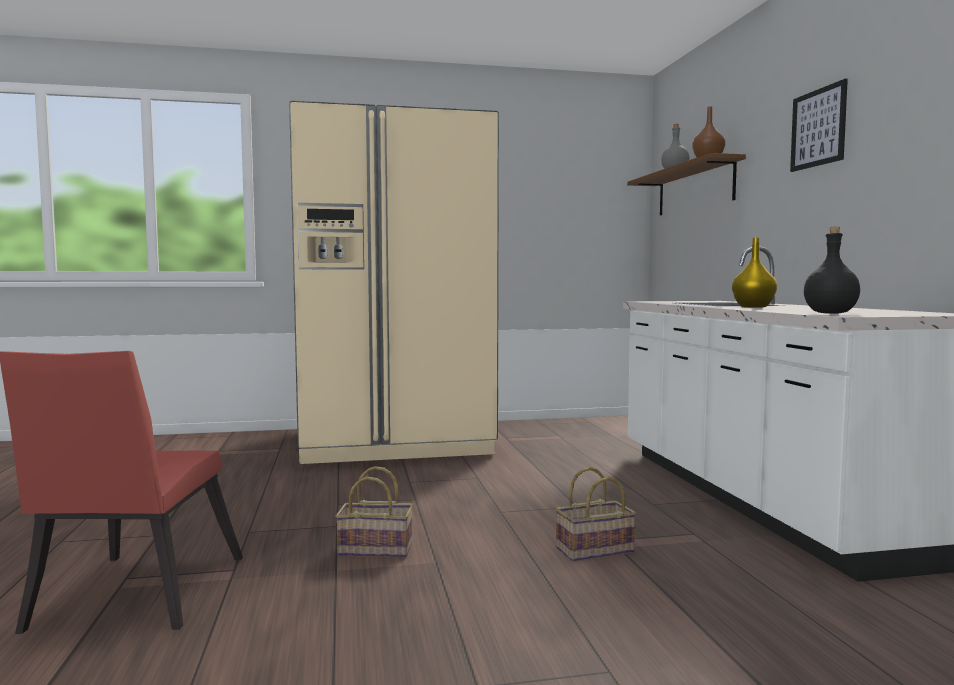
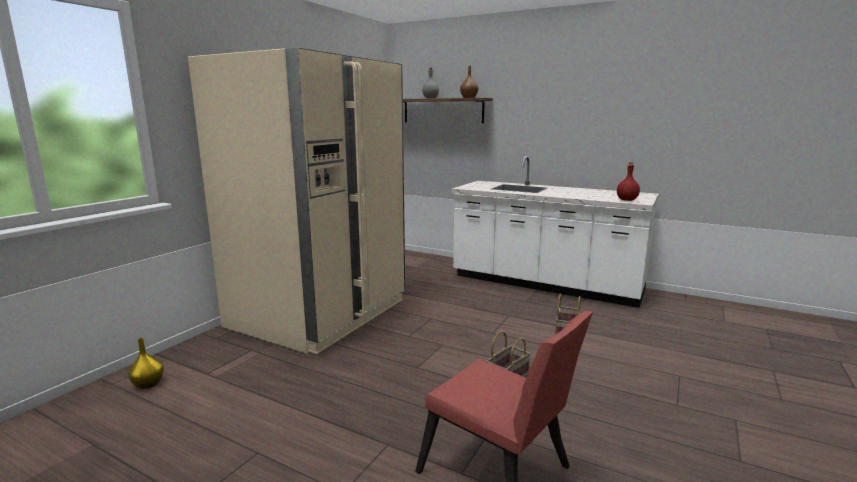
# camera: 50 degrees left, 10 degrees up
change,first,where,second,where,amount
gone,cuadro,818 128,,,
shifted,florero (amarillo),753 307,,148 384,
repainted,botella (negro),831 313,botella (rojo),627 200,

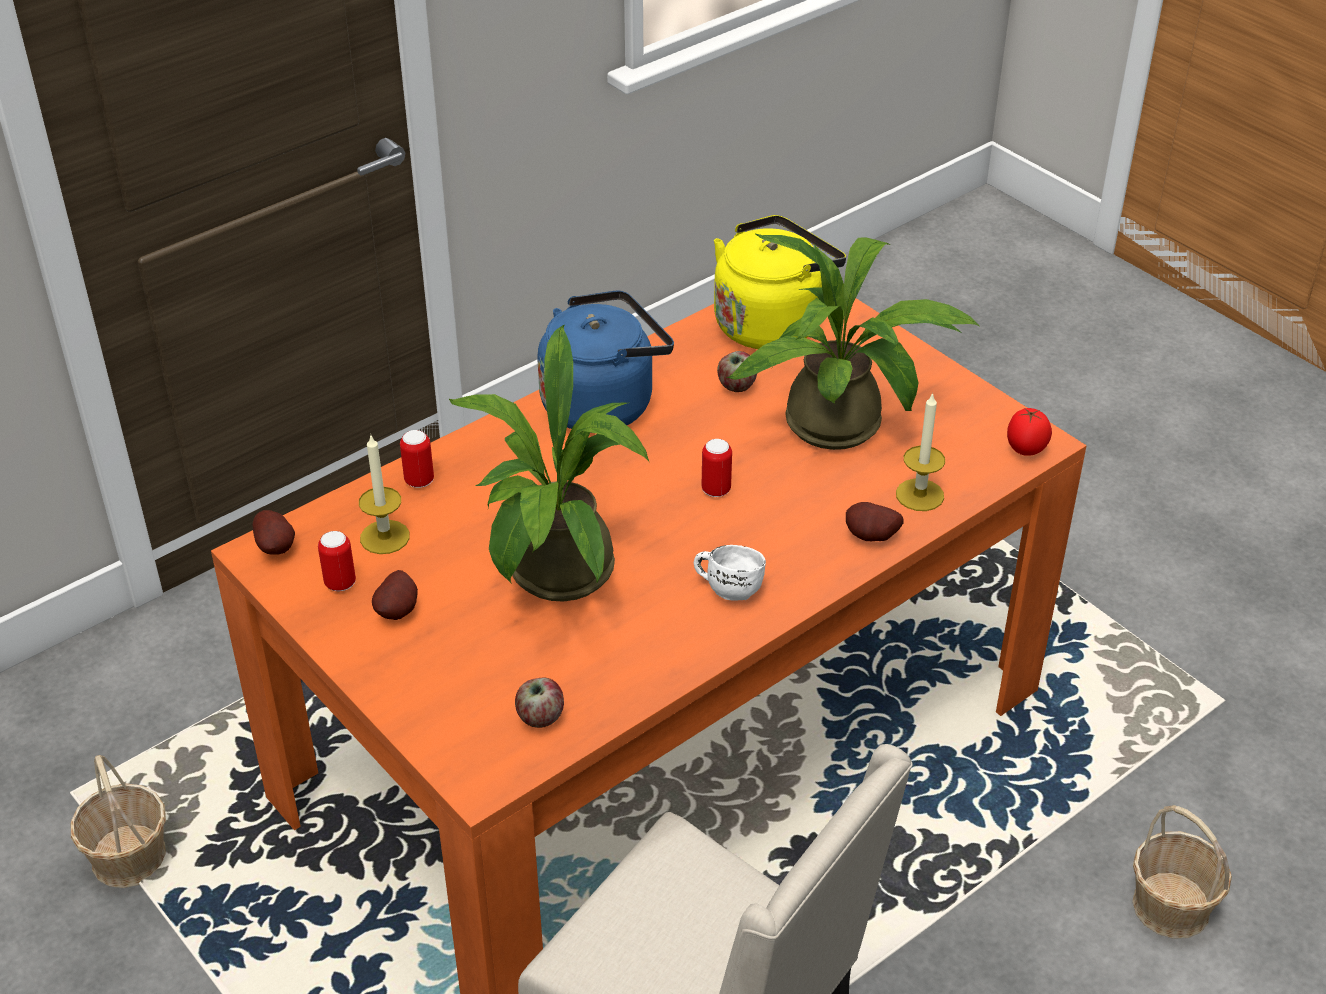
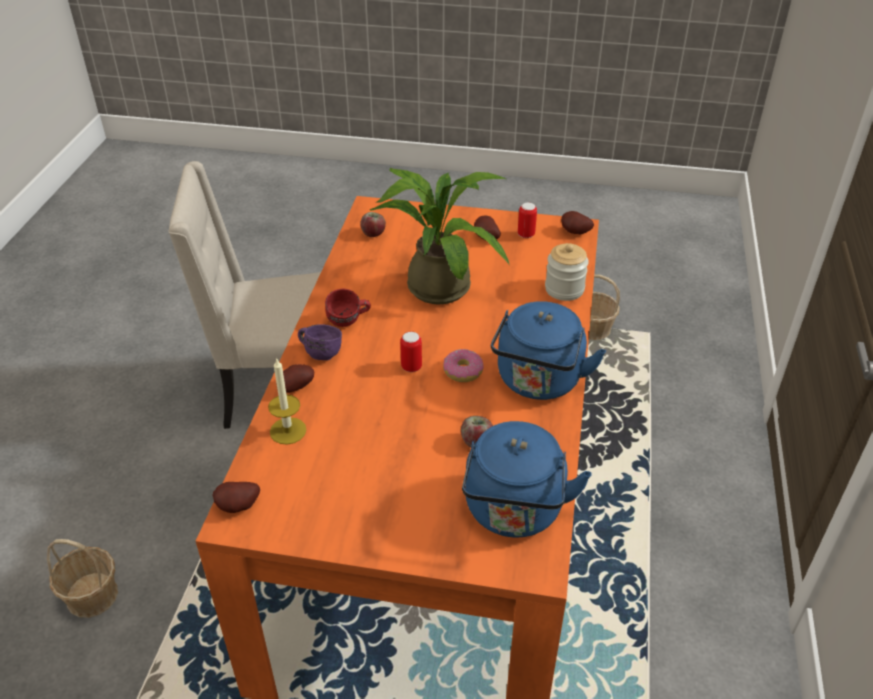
# camera: 140 degrees right, 0 degrees up
change,first,where,second,where,amount
gone,vela,385 537,,,
gone,planta en maceta,844 428,,,
new,,,taza grande (morado),320 352,
new,,,rosquilla,463 371,
swapped,lata,419 481,tarro,564 289,
swapped,tomate,1025 450,patata,239 507,
repainted,taza grande (blanco),728 587,taza grande (rojo),349 322,
repainted,hervidor (amarillo),771 323,hervidor (azul),514 512,

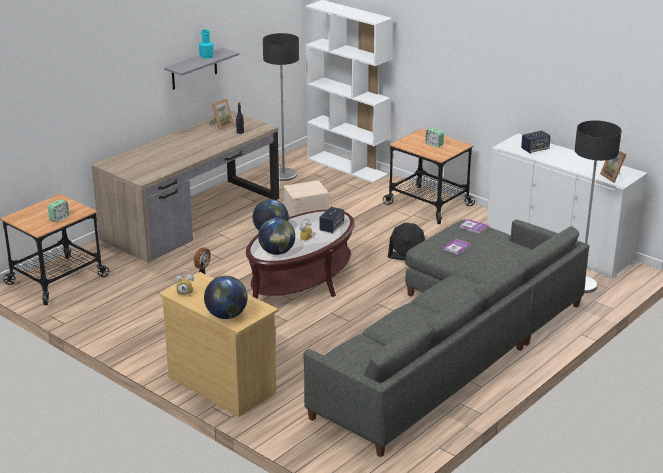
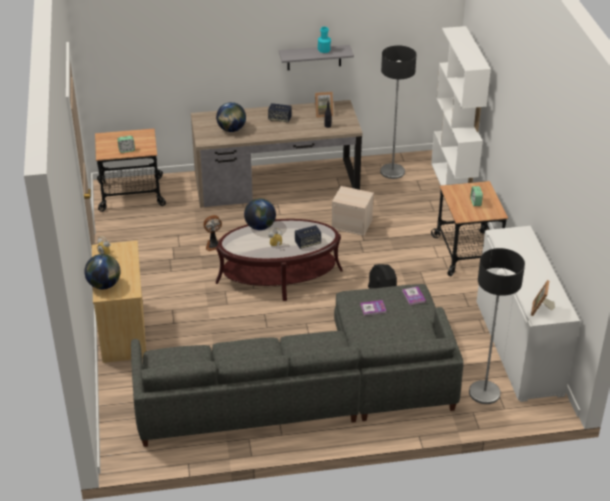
# camera: 40 degrees right, 10 degrees up
change,first,where,second,where,amount
shifted,globo terráqueo,277 252,,231 129,
shifted,altavoz,535 149,,279 119,

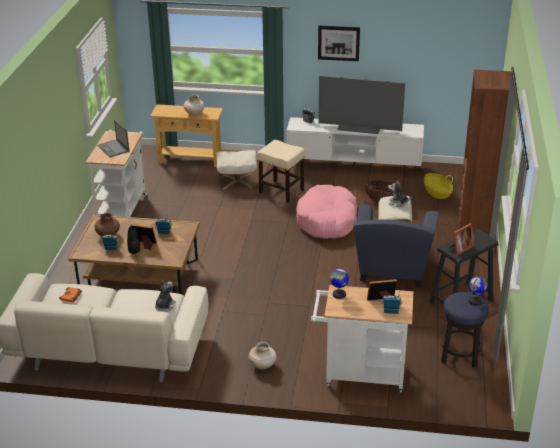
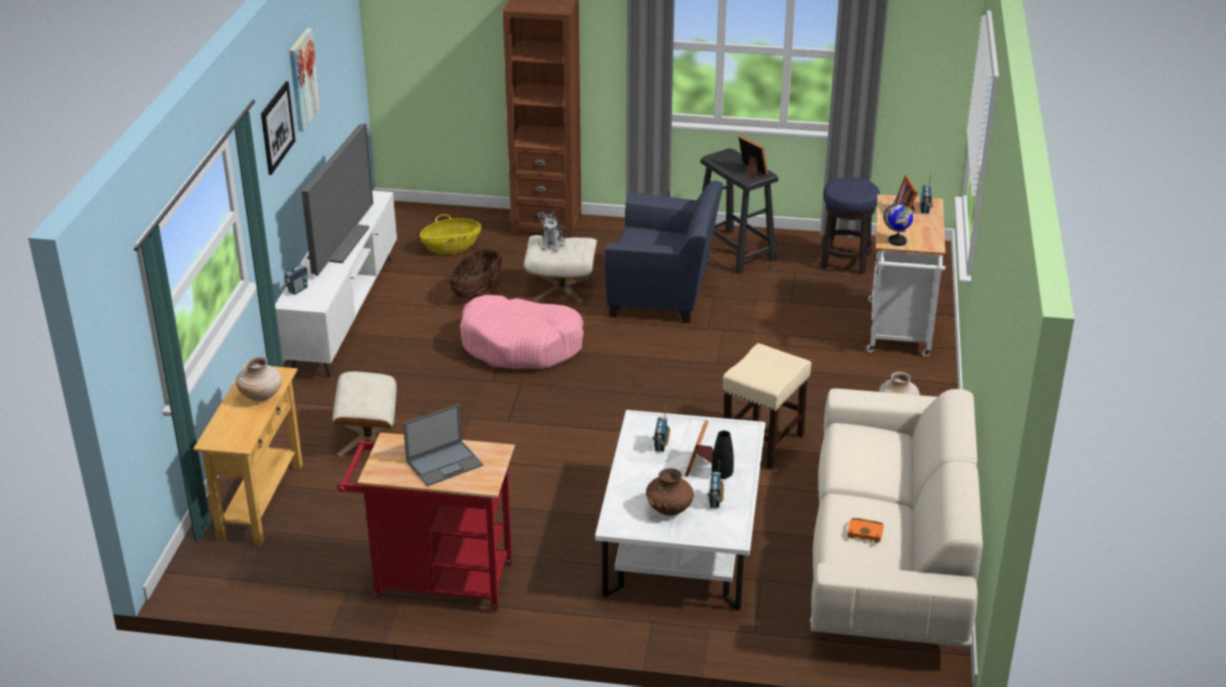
# camera: 90 degrees left, 0 degrees up
change,first,where,second,where,amount
gone,peluche,164 306,,,
gone,globo terráqueo,475 301,,,
new,,,cuadro,302 79,
shifted,taburete (beis),280 191,,762 443,
repainted,mesa de centro (marrón),139 276,mesa de centro (blanco),682 540,
repainted,carrito (blanco),123 206,carrito (rojo),435 581,

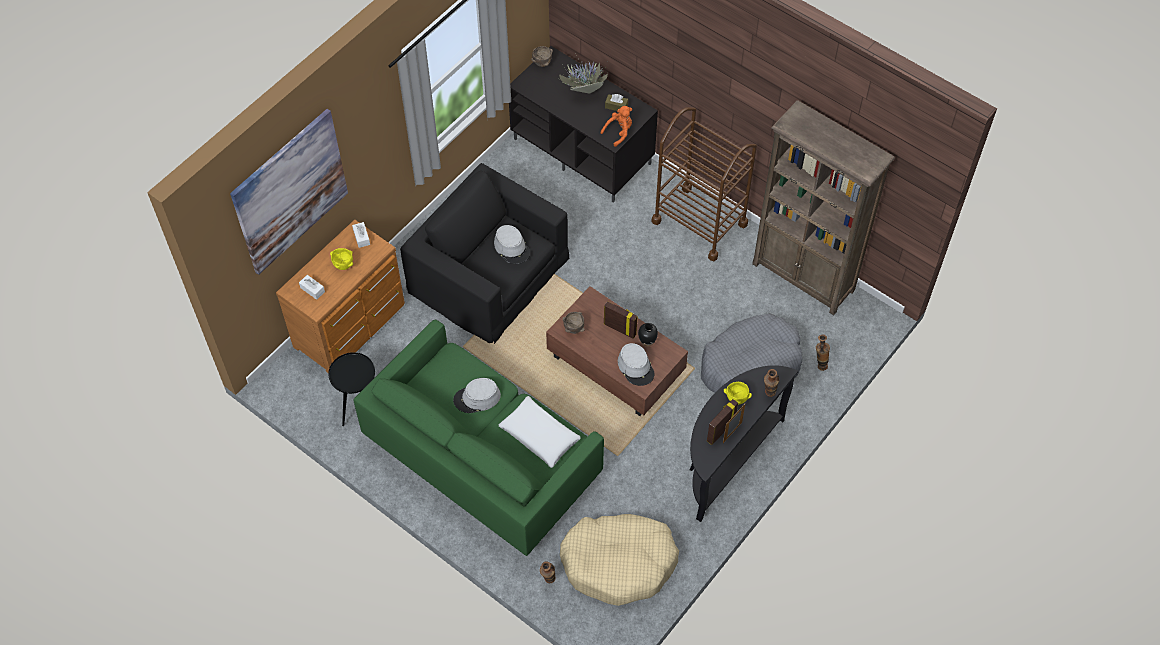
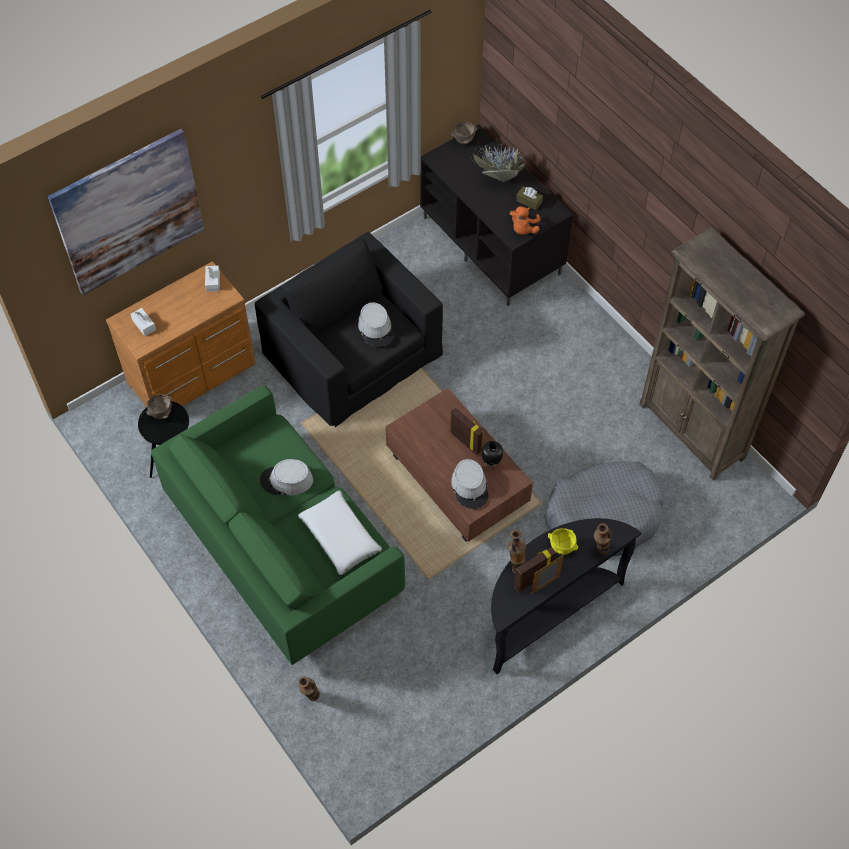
# camera: 15 degrees right, 0 degrees up
change,first,where,second,where,amount
gone,cuenco (amarillo),344 266,,,
gone,cama para perro (beis),619 563,,,
gone,carrito (marrón),699 222,,,
shifted,cuenco (marrón),574 329,,161 414,
shifted,florero,819 364,,515 565,
rotated,peluche (naranja),619 132,,523 229,135 degrees clockwise

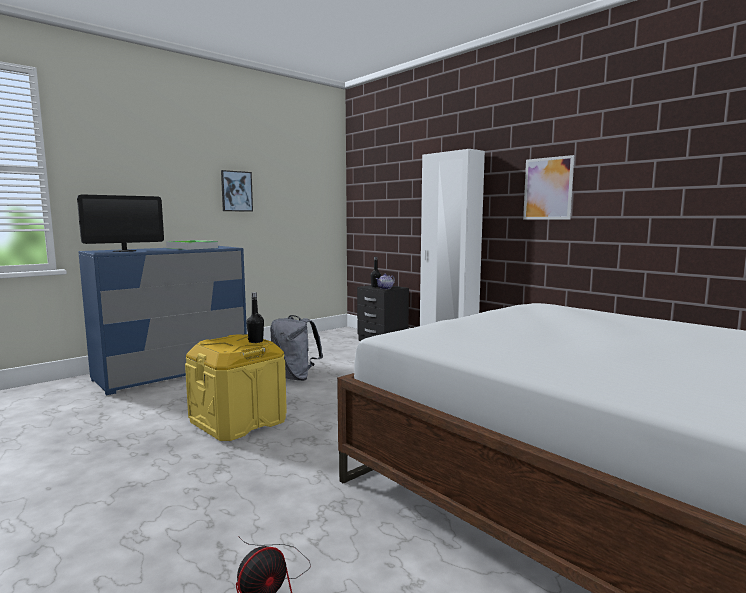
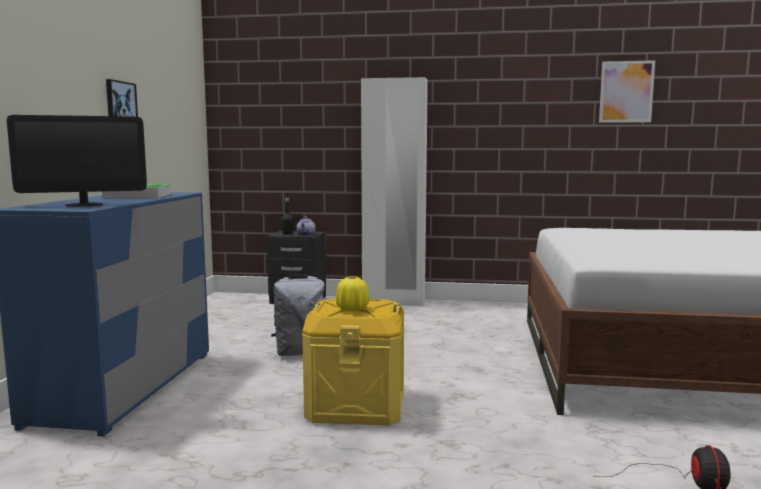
# camera: 40 degrees left, 0 degrees up
change,first,where,second,where,amount
gone,botella (negro),255 341,,,
new,,,florero (amarillo),352 309,
shifted,cuadro,548 188,,626 92,
rotated,monitor,124 251,,84 205,60 degrees clockwise

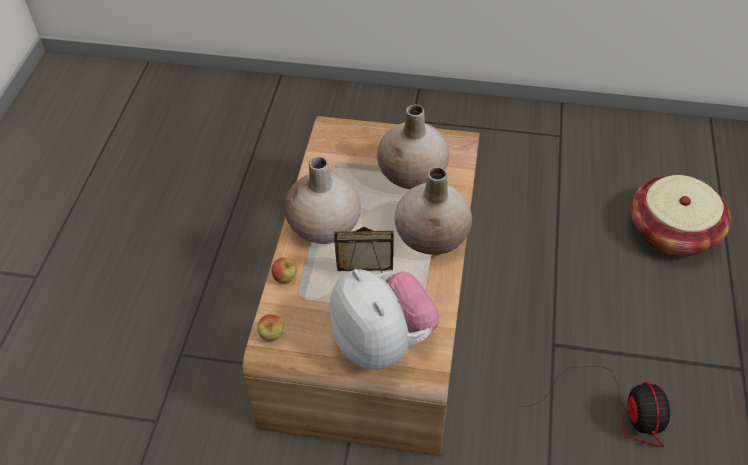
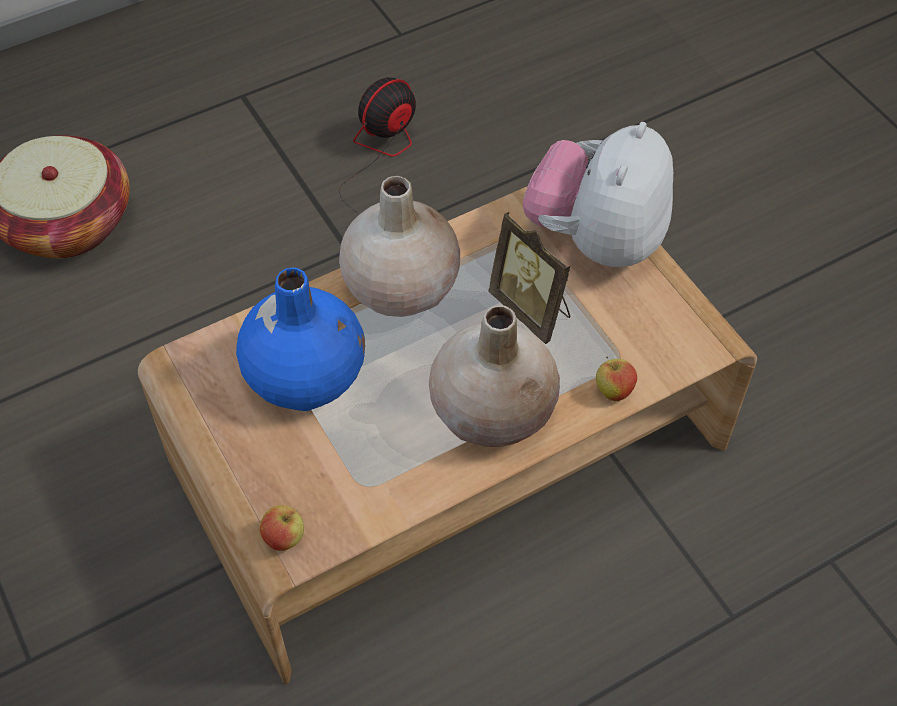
# camera: 130 degrees left, 5 degrees up
change,first,where,second,where,amount
shifted,manzana,272 336,,284 539,
repainted,florero (beis),412 175,florero (azul),305 375,

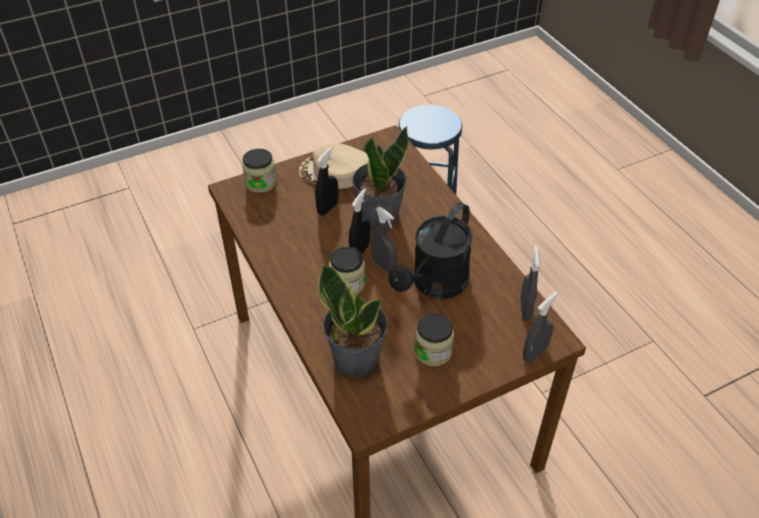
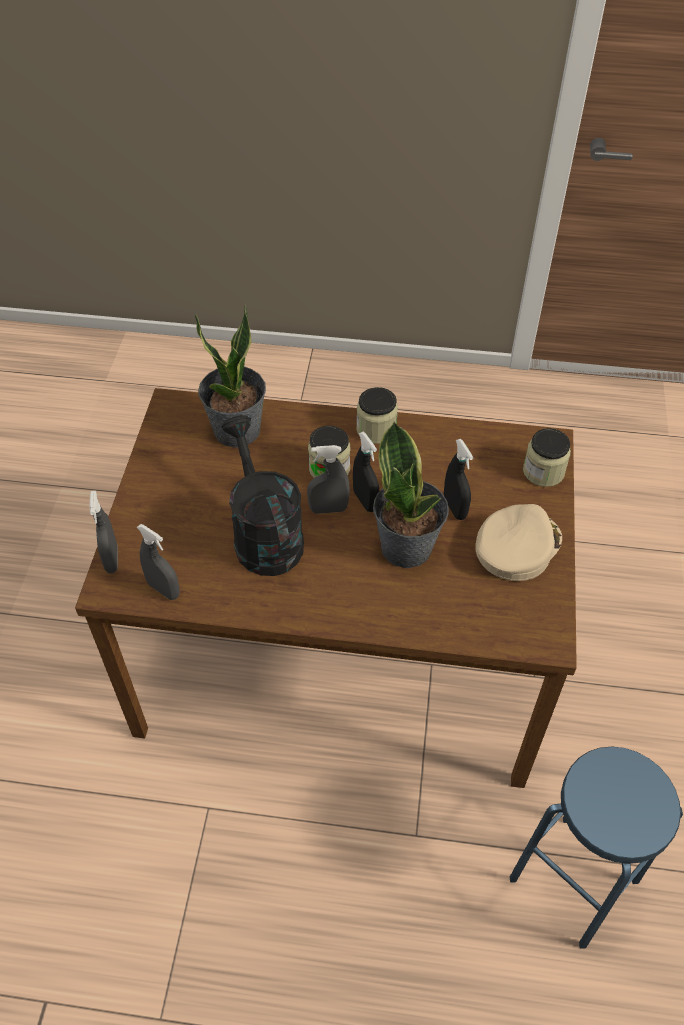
# camera: 125 degrees right, 5 degrees up
change,first,where,second,where,amount
shifted,tarro,433 351,,376 429,

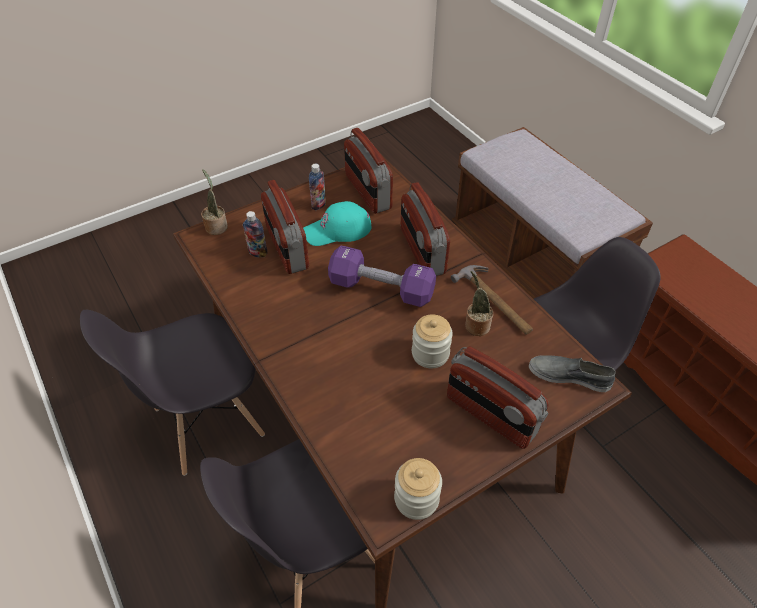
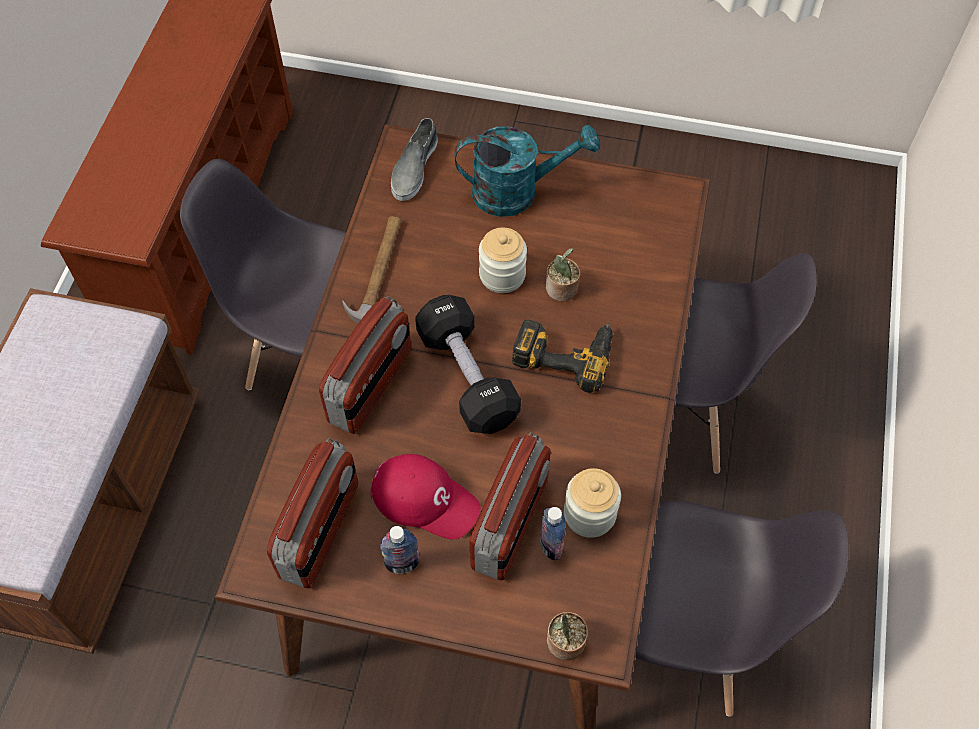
# camera: 135 degrees left, 10 degrees up
change,first,where,second,where,amount
new,,,taladro,565 352,
shifted,tarro,416 499,,589 514,
shifted,planta en maceta,475 325,,562 290,
swapped,radio,490 415,regadera (turquesa),517 191,
repainted,gorra (turquesa),337 230,gorra (rojo),425 499,
repainted,mancuerna (morado),381 289,mancuerna (negro),467 377,
rotated,zapato (gris),569 376,,414 168,45 degrees clockwise

